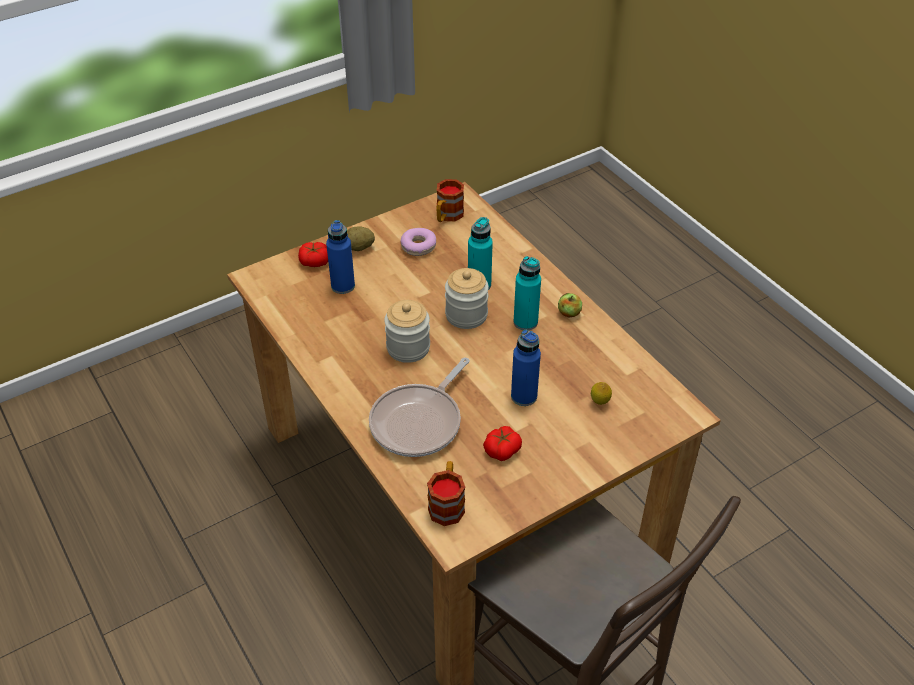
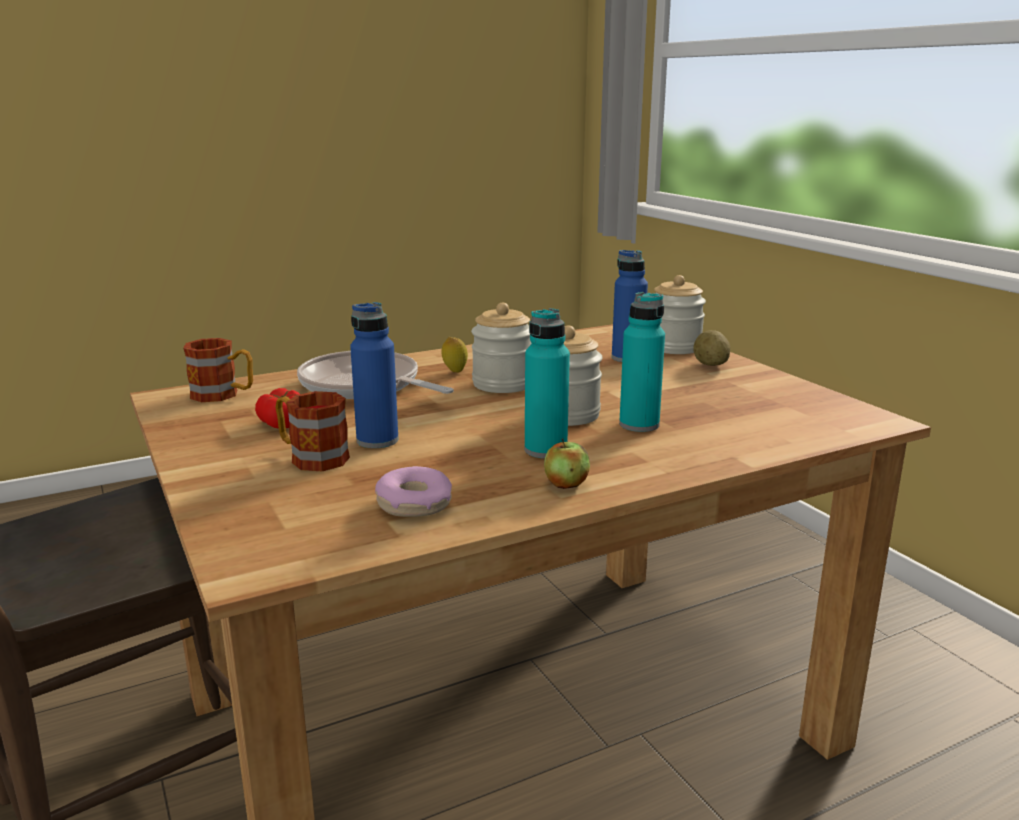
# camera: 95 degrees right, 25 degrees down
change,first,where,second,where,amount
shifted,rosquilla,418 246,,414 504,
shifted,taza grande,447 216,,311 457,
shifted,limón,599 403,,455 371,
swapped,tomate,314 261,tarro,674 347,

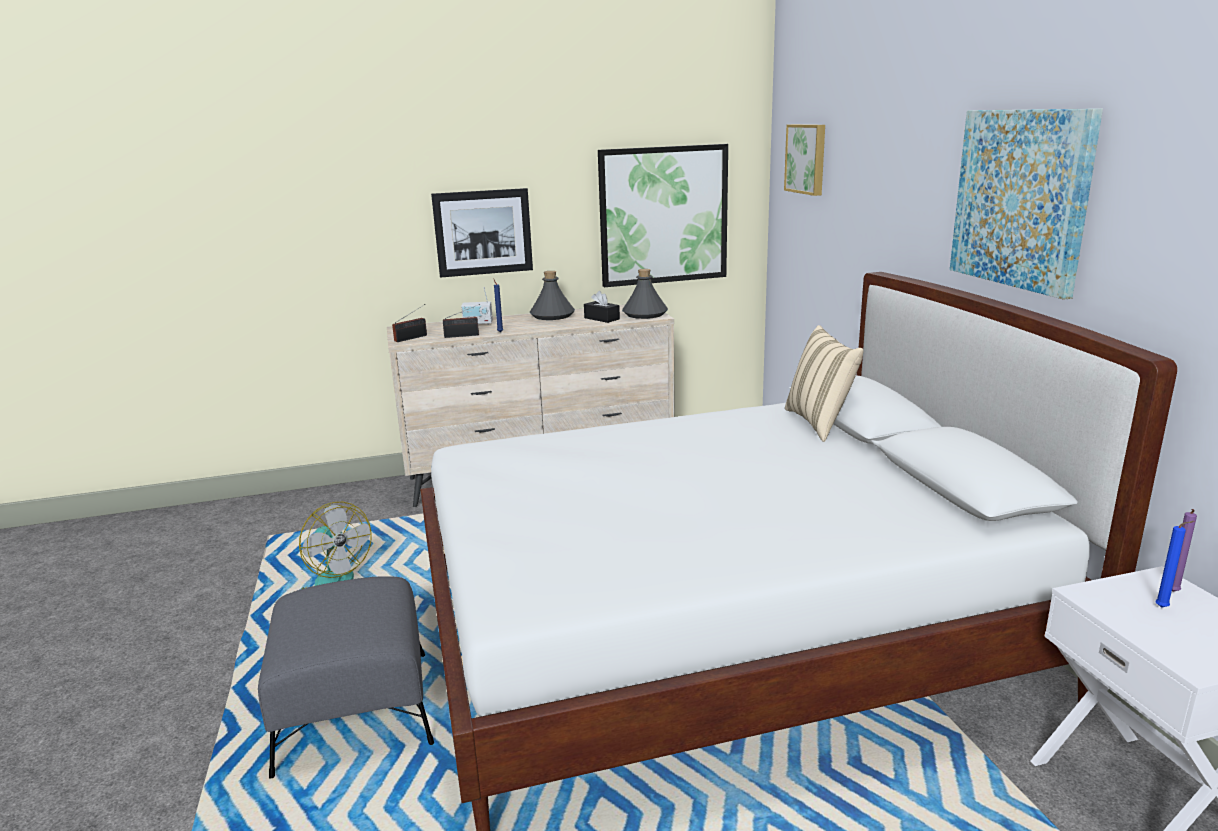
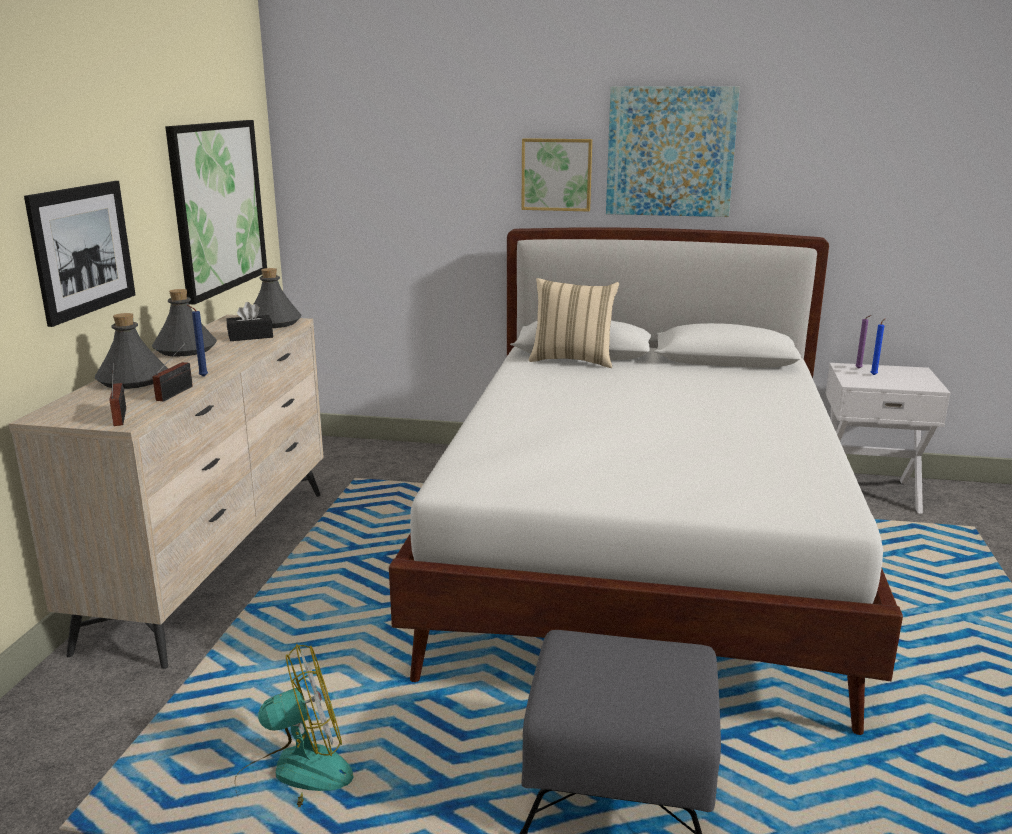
# camera: 65 degrees left, 0 degrees up
change,first,where,second,where,amount
shifted,cuadro,807 159,,556 174,
swapped,radio,478 323,botella (gris),132 380,

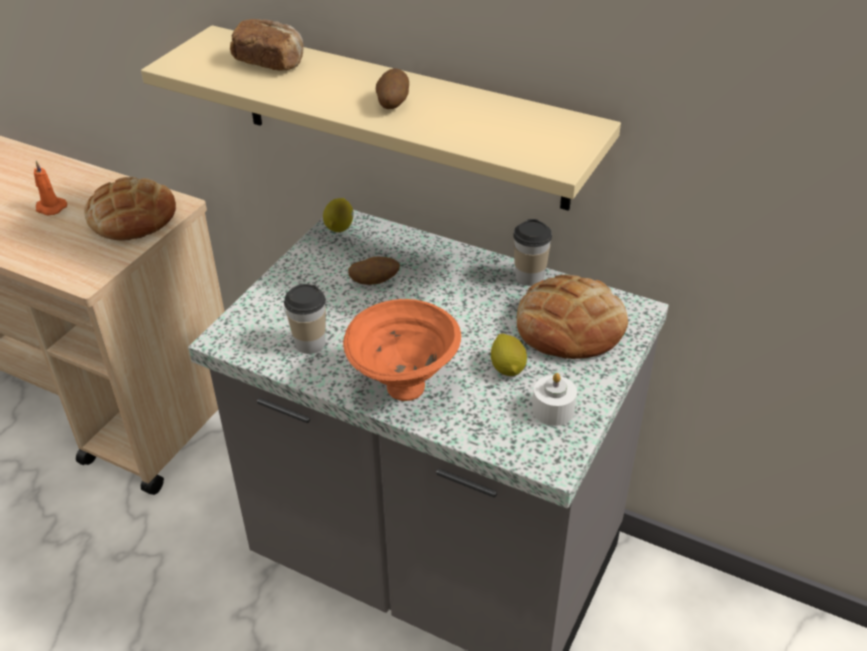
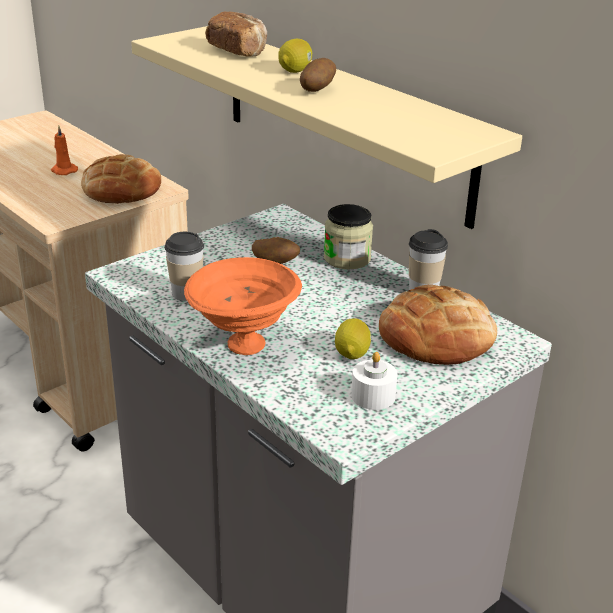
# camera: 20 degrees right, 10 degrees down
change,first,where,second,where,amount
new,,,tarro,347 258,
shifted,limón,340 227,,296 71,

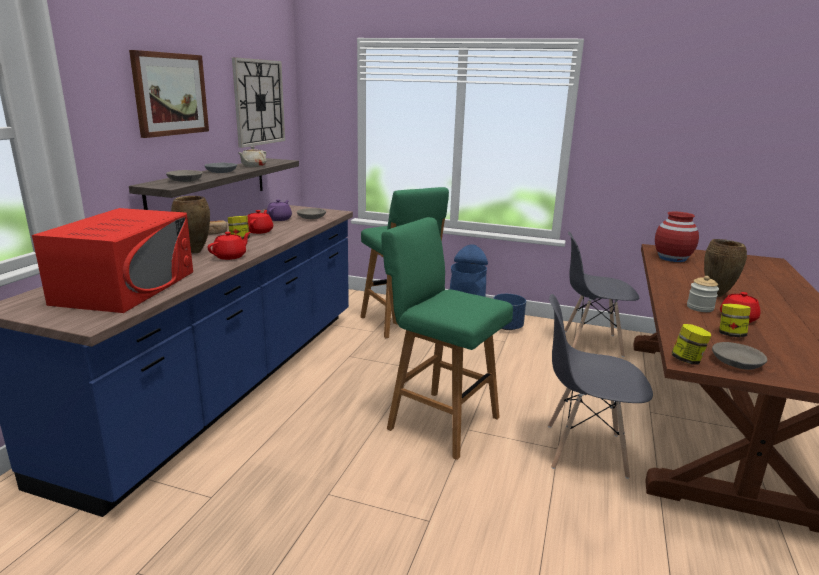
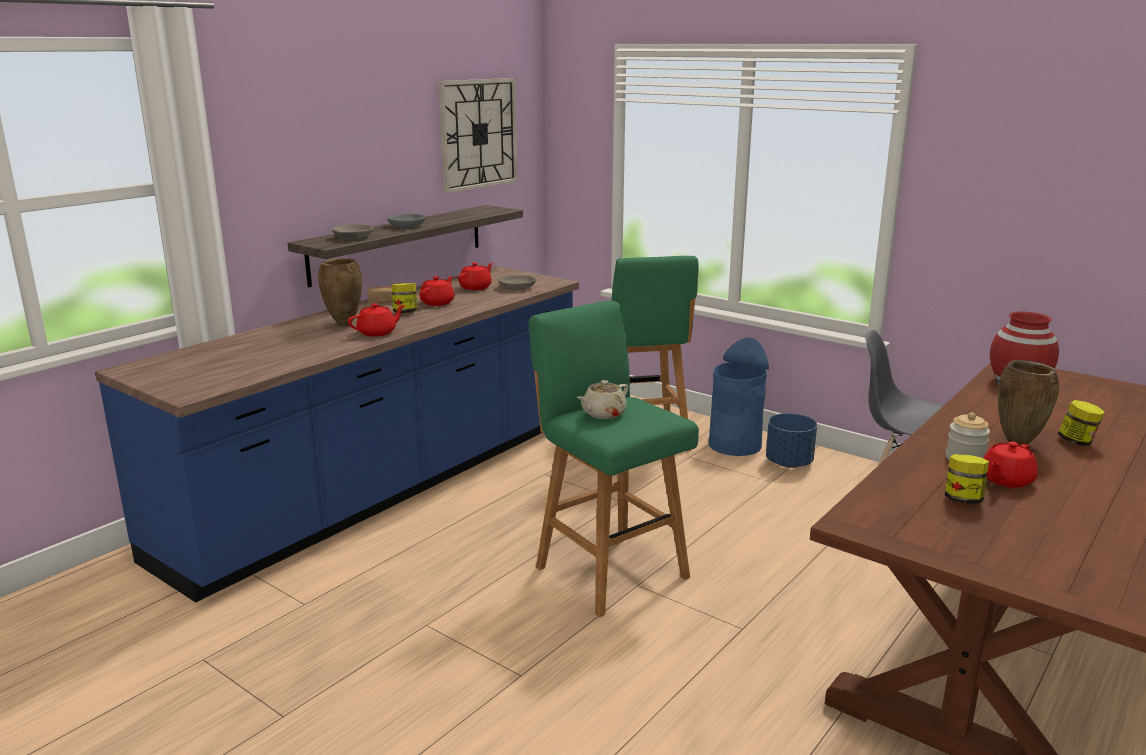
# camera: 20 degrees right, 0 degrees up
change,first,where,second,where,amount
gone,microondas (rojo),126 287,,,
gone,cuadro,170 94,,,
gone,silla (gris),584 450,,,
gone,cuenco (gris),736 363,,,
shifted,tetera (beis),253 166,,603 414,
shifted,tarro,687 360,,1077 442,
repainted,tetera (morado),279 219,tetera (rojo),476 287,

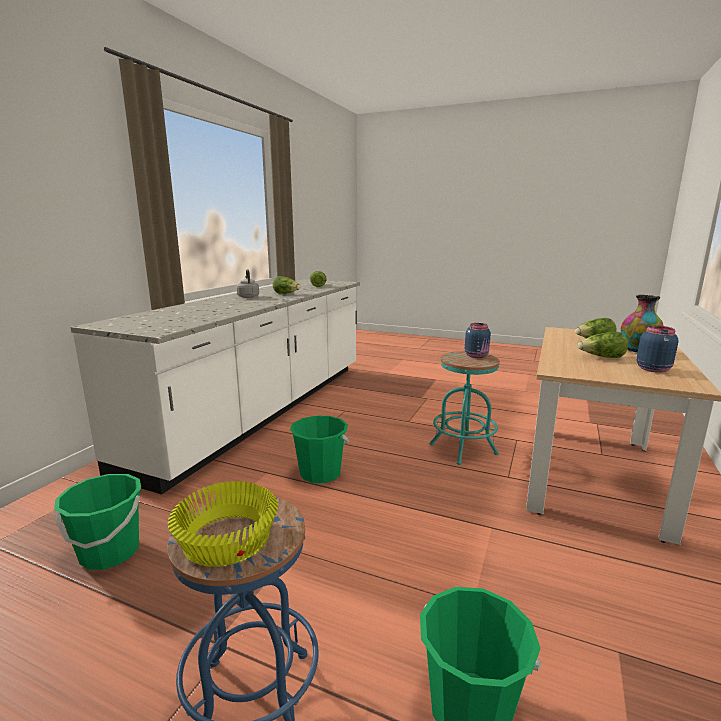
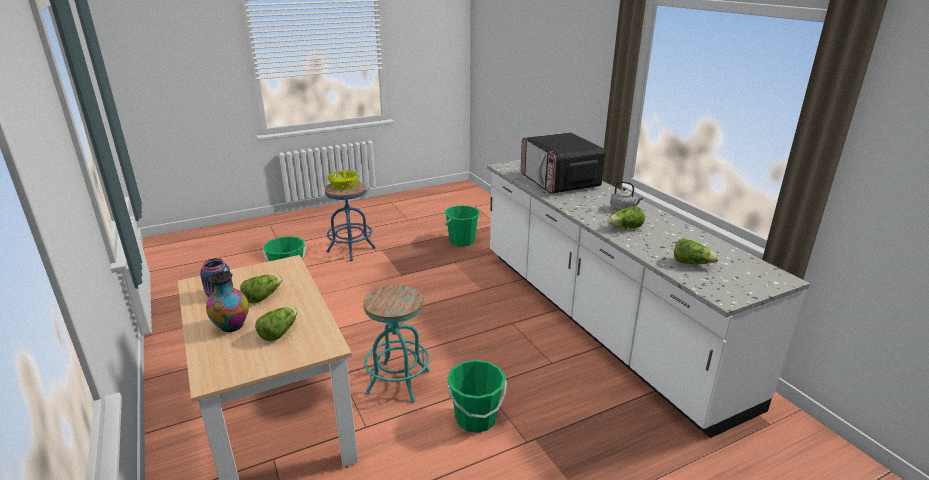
# camera: 130 degrees right, 10 degrees up
change,first,where,second,where,amount
gone,tarro (azul),477 356,,,
new,,,microondas,559 182,
shifted,cubo (verde),320 473,,476 418,

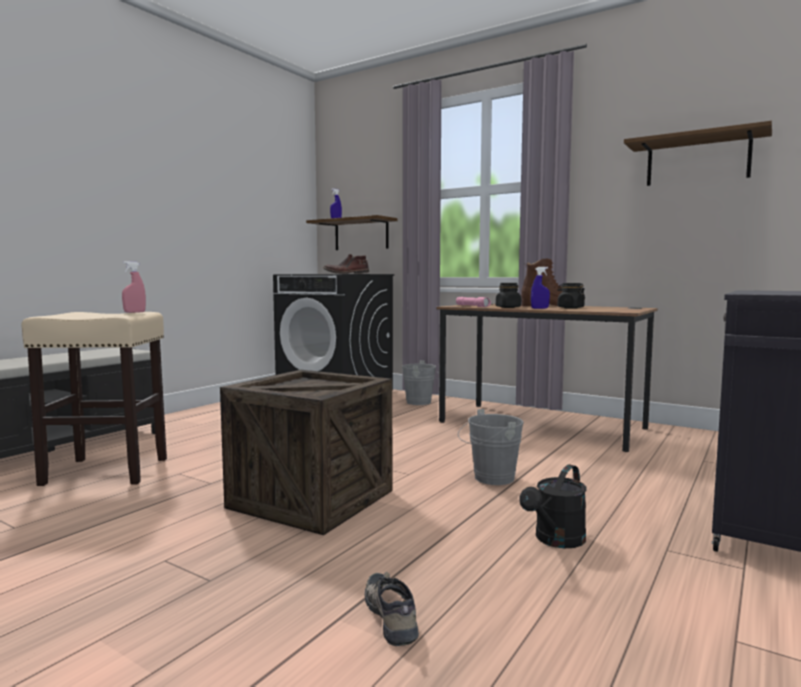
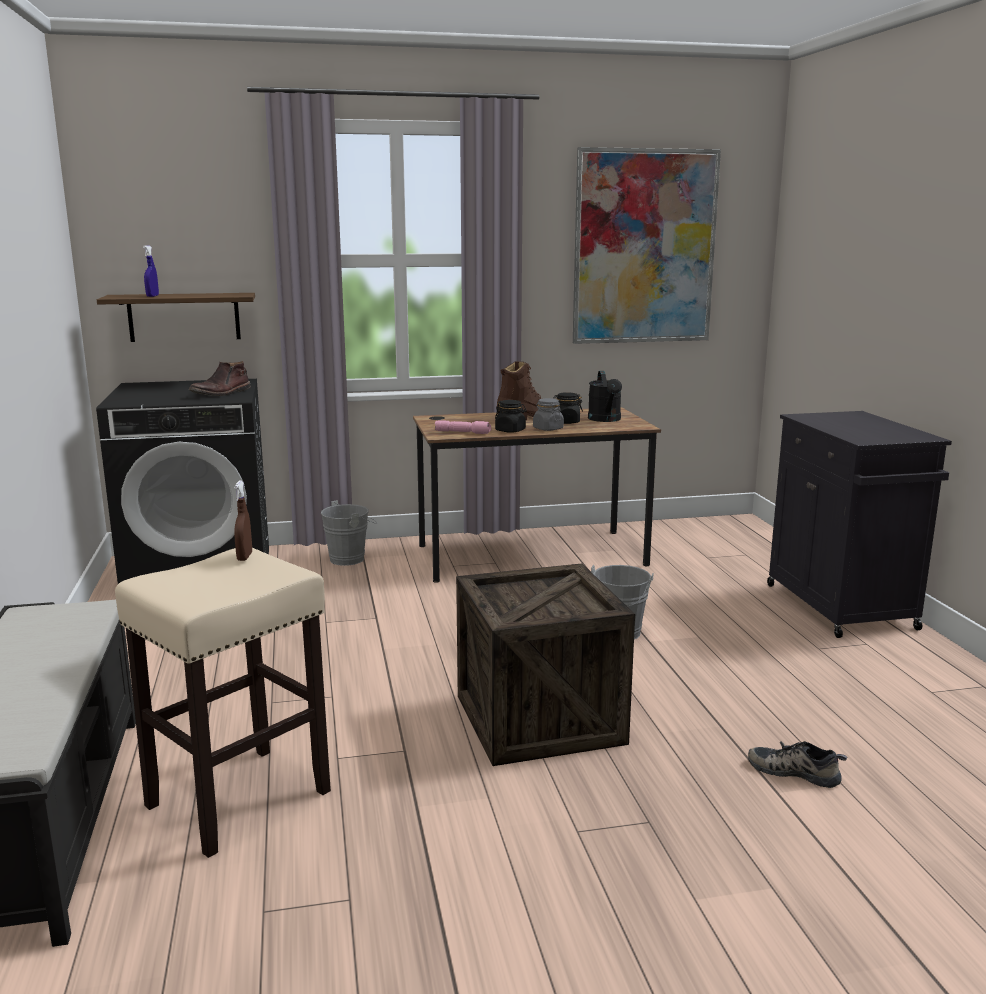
# camera: 45 degrees left, 10 degrees up
change,first,where,second,where,amount
shifted,regadera (negro),556 540,,606 420,
swapped,pulverizador (azul),539 308,tarro (gris),547 429,
swapped,estante,697 161,cuadro,644 247,
repainted,pulverizador (rosa),134 312,pulverizador (marrón),244 557,

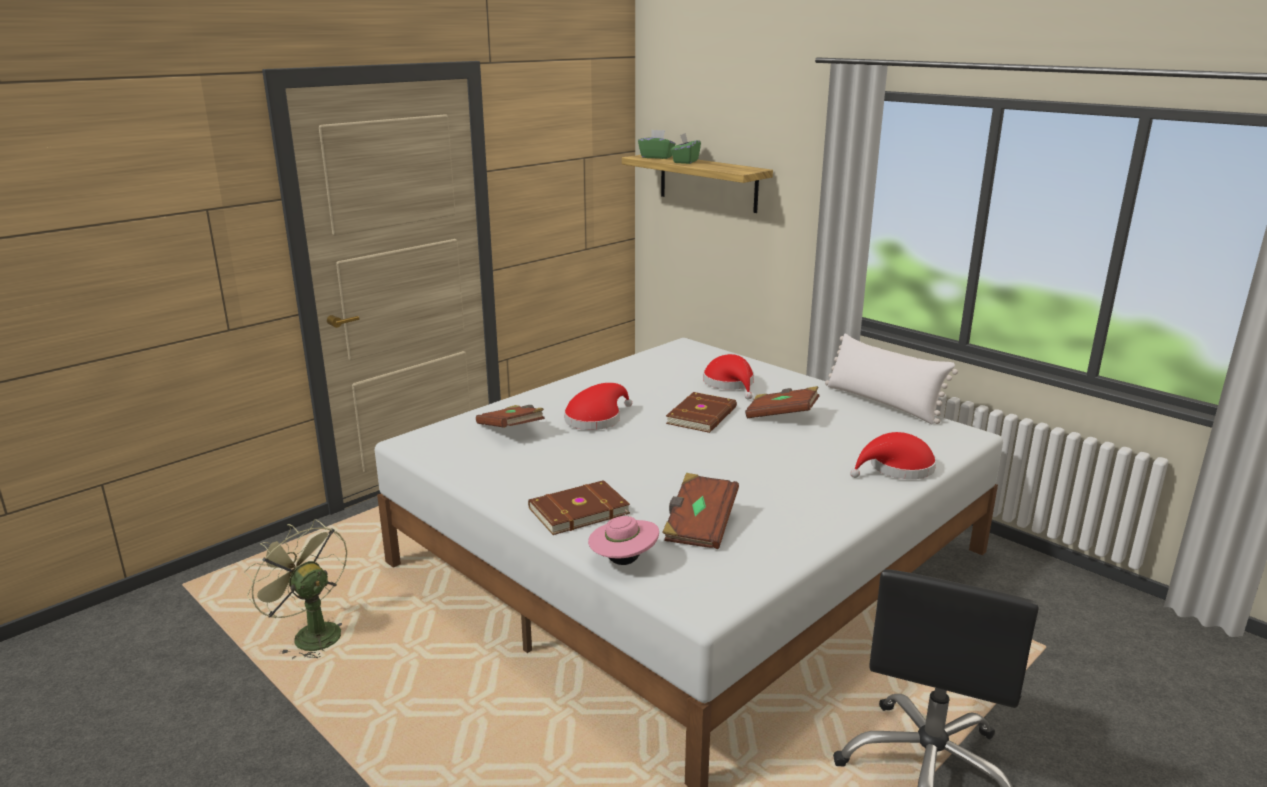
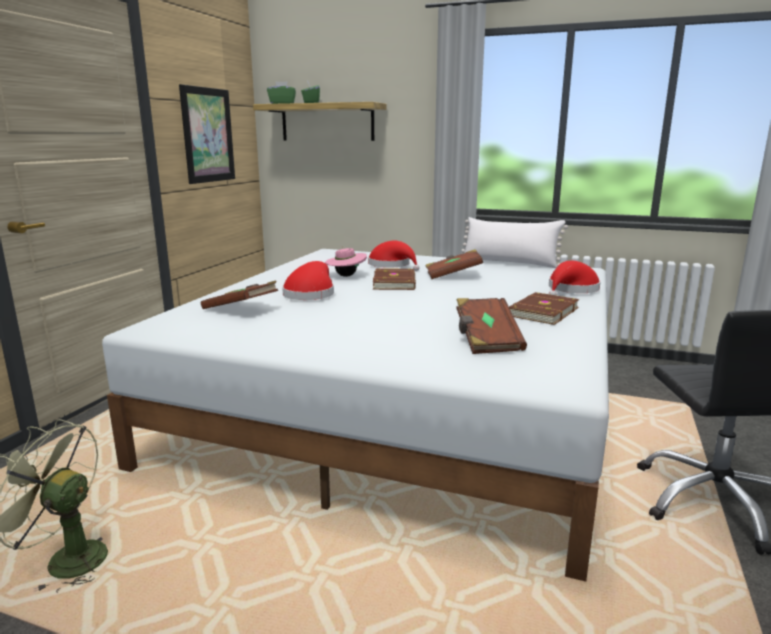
# camera: 25 degrees left, 5 degrees down
change,first,where,second,where,amount
new,,,cuadro,208 135,
shifted,libro (marrón),577 510,,541 311,
shifted,sombrero (rosa),623 561,,346 276,

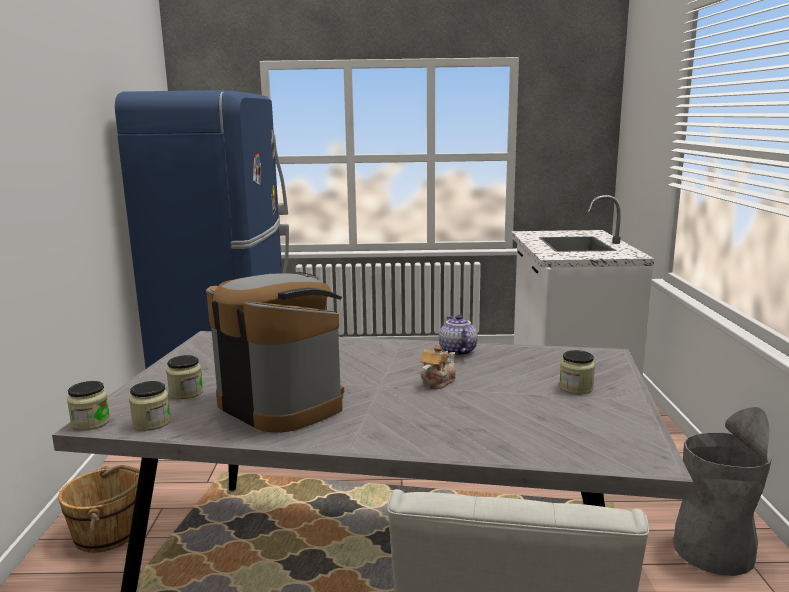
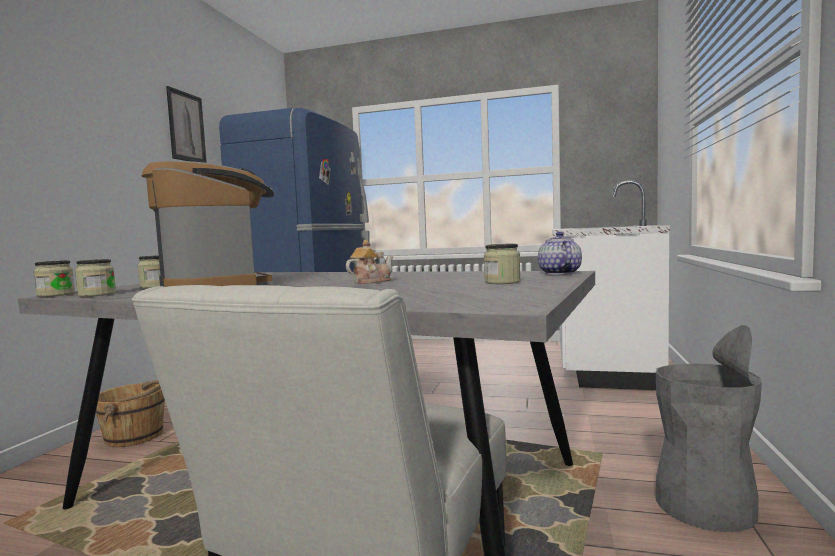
# camera: 15 degrees right, 10 degrees down
change,first,where,second,where,amount
new,,,cuadro,186 127,
shifted,tetera,456 351,,558 273,

